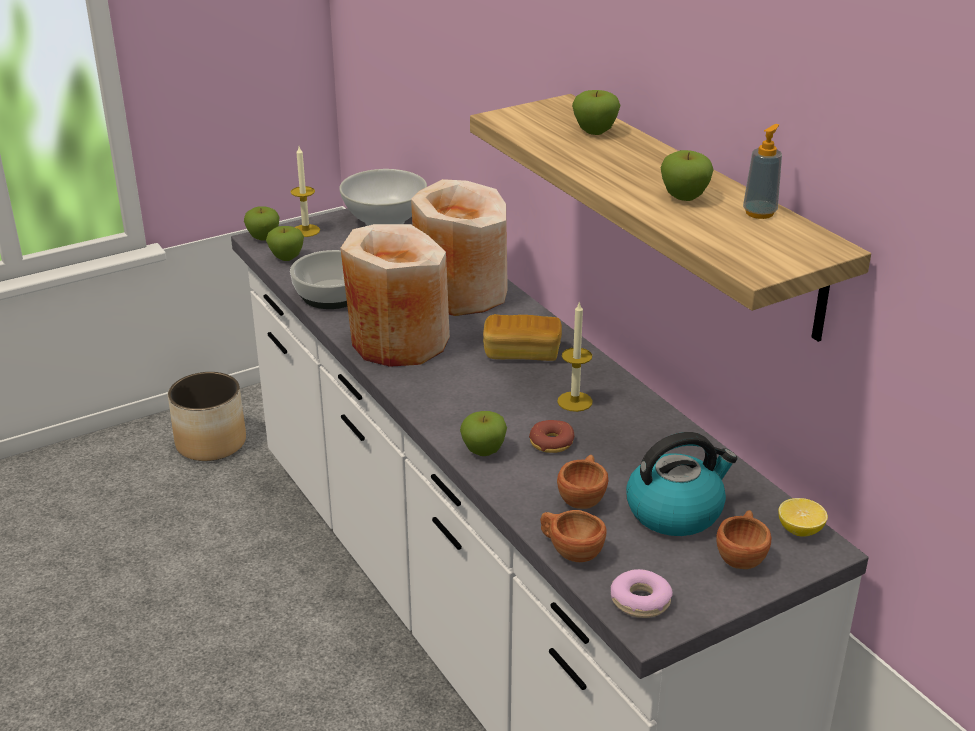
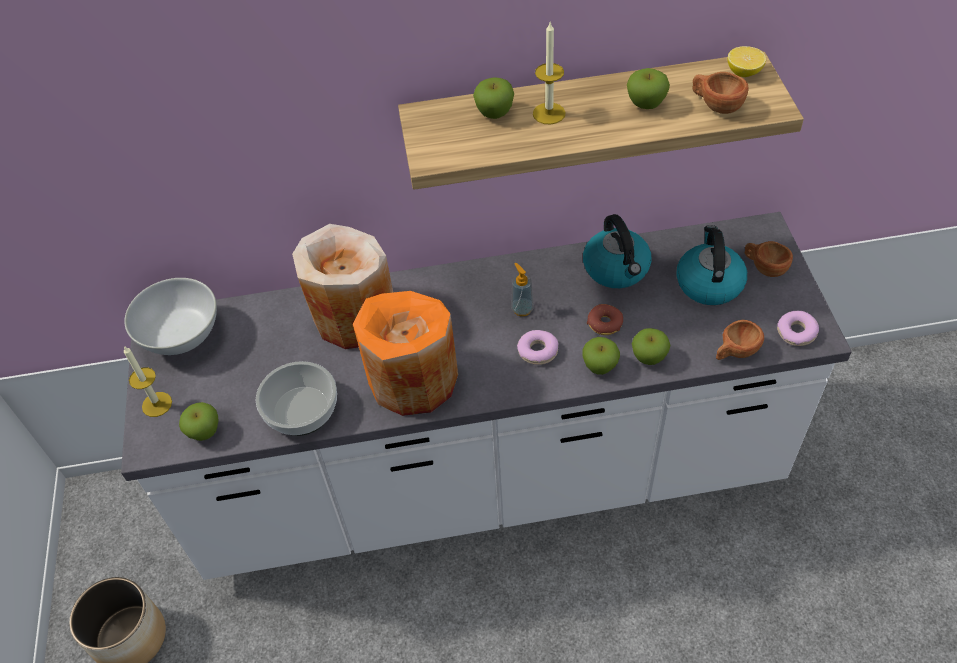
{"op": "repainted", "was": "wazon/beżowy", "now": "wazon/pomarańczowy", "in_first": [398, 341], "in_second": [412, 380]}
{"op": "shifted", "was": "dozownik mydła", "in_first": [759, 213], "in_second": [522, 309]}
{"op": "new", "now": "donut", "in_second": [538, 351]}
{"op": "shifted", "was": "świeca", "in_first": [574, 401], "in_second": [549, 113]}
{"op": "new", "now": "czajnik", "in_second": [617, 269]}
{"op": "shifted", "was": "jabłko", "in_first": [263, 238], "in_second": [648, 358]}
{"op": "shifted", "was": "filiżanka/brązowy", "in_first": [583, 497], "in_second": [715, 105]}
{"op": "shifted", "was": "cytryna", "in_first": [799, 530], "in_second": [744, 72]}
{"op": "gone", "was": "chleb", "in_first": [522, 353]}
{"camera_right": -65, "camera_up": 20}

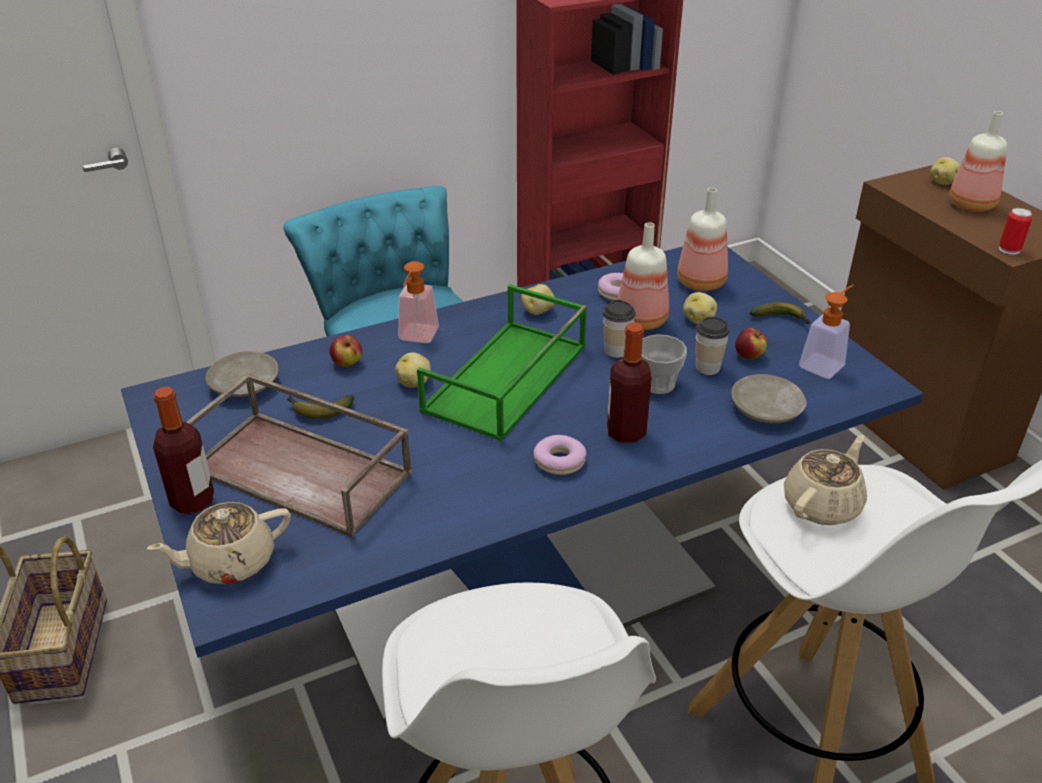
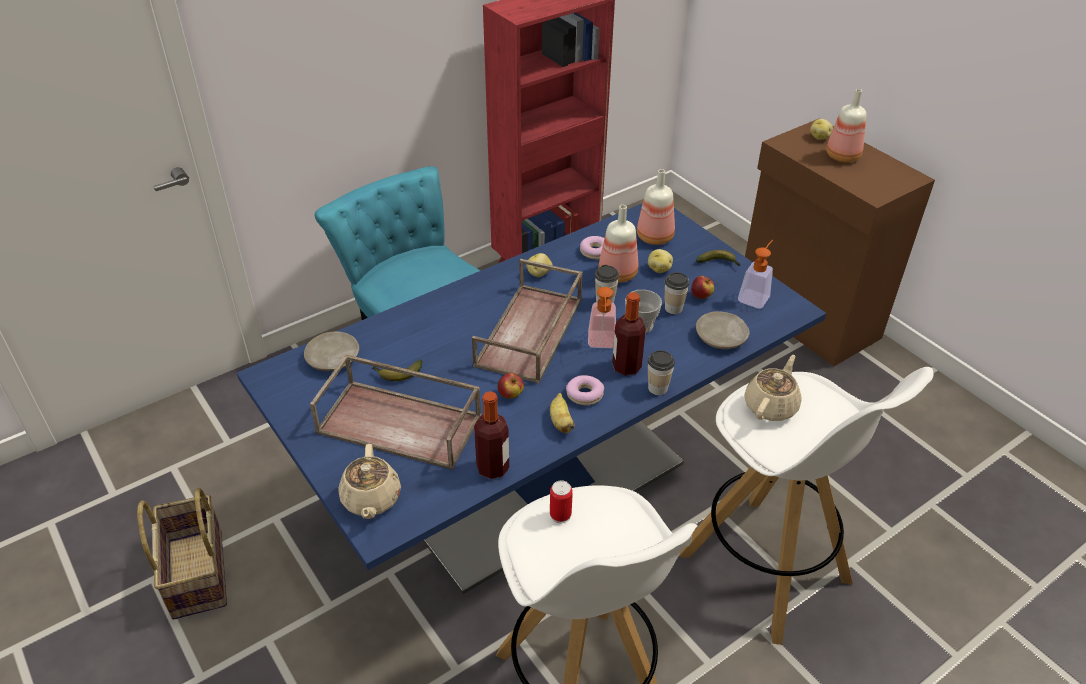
{"op": "rotated", "was": "imbryk/beżowy", "in_first": [230, 562], "in_second": [371, 499], "clockwise": -60}
{"op": "repainted", "was": "taca/zielony", "now": "taca/brązowy", "in_first": [506, 379], "in_second": [530, 333]}
{"op": "shifted", "was": "butelka", "in_first": [193, 501], "in_second": [493, 468]}
{"op": "shifted", "was": "jabłko", "in_first": [347, 364], "in_second": [510, 395]}
{"op": "new", "now": "banan", "in_second": [561, 422]}
{"op": "shifted", "was": "puszka", "in_first": [1009, 249], "in_second": [560, 515]}
{"op": "shifted", "was": "dozownik mydła", "in_first": [416, 338], "in_second": [602, 344]}
{"op": "new", "now": "filiżanka", "in_second": [657, 388]}
{"op": "gone", "was": "ziemniak", "in_first": [414, 382]}
{"camera_right": -10, "camera_up": 5}

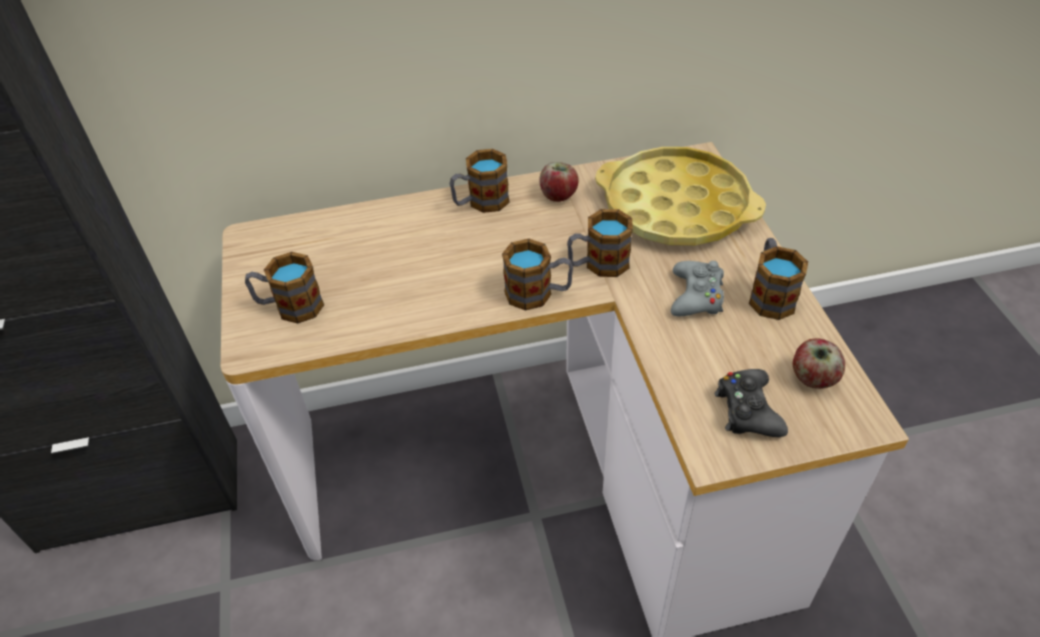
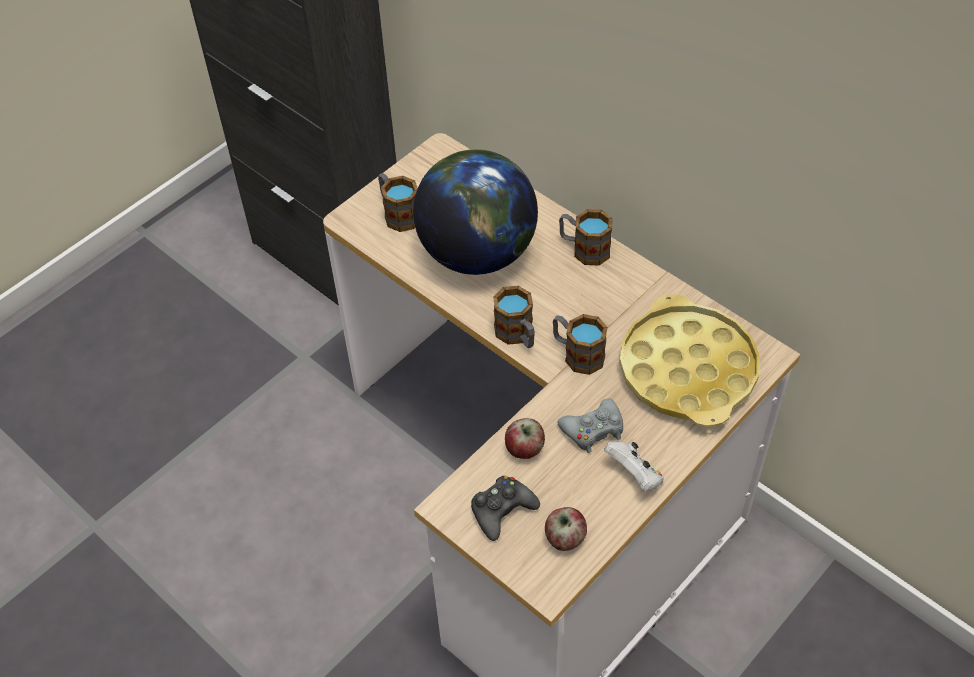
{"op": "new", "now": "globus", "in_second": [477, 252]}
{"op": "shifted", "was": "jabłko", "in_first": [558, 195], "in_second": [525, 449]}
{"op": "swapped", "was": "kubek", "now": "pad do gier/biały", "in_first": [769, 294], "in_second": [635, 475]}
{"camera_right": 55, "camera_up": 5}

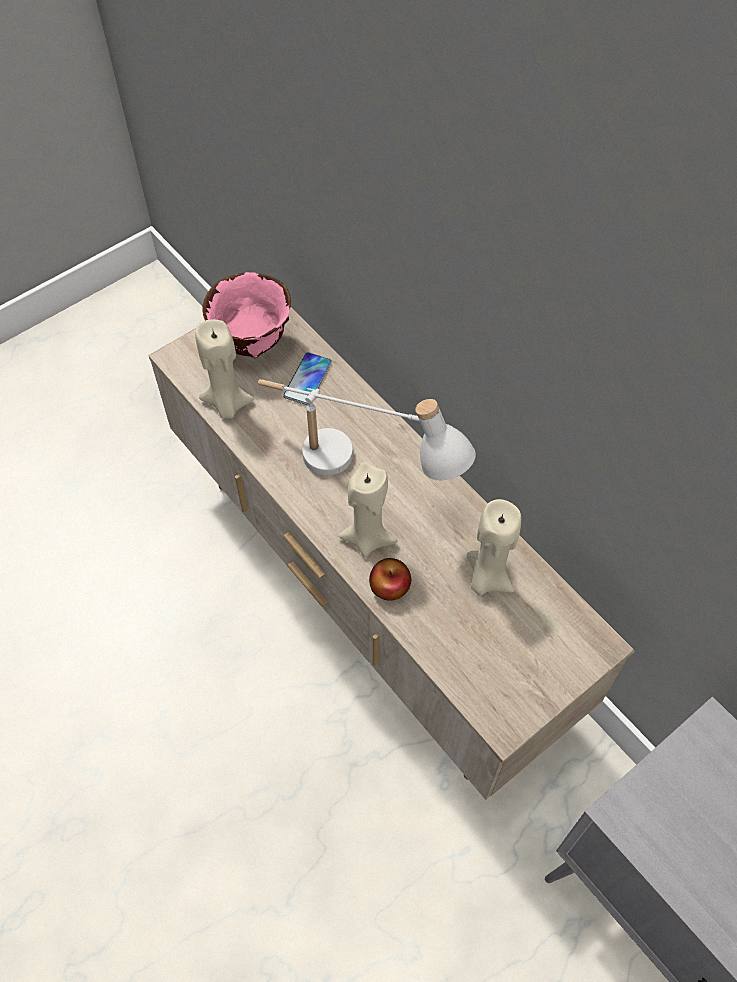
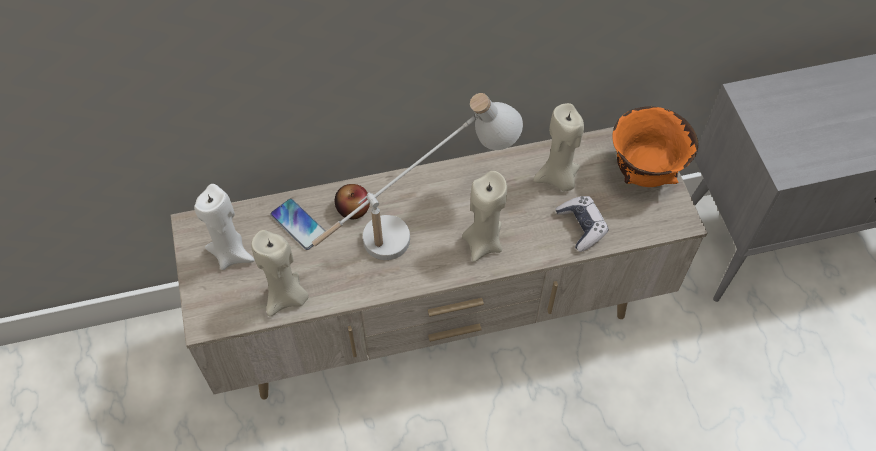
{"op": "swapped", "was": "miska/różowy", "now": "świeca/biały", "in_first": [252, 344], "in_second": [231, 253]}
{"op": "shifted", "was": "jabłko", "in_first": [390, 586], "in_second": [353, 208]}
{"op": "new", "now": "pad do gier", "in_second": [581, 226]}
{"op": "new", "now": "miska/pomarańczowy", "in_second": [644, 172]}
{"camera_right": -65, "camera_up": 0}

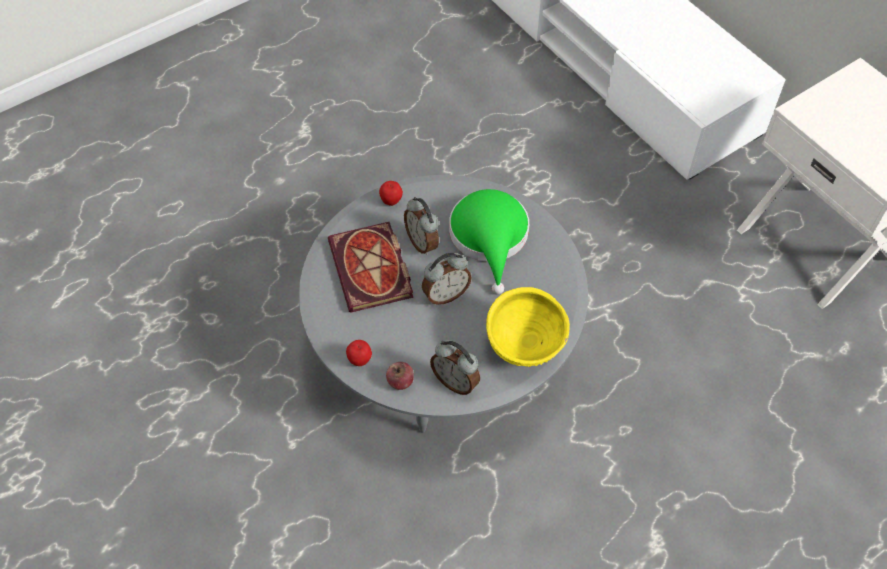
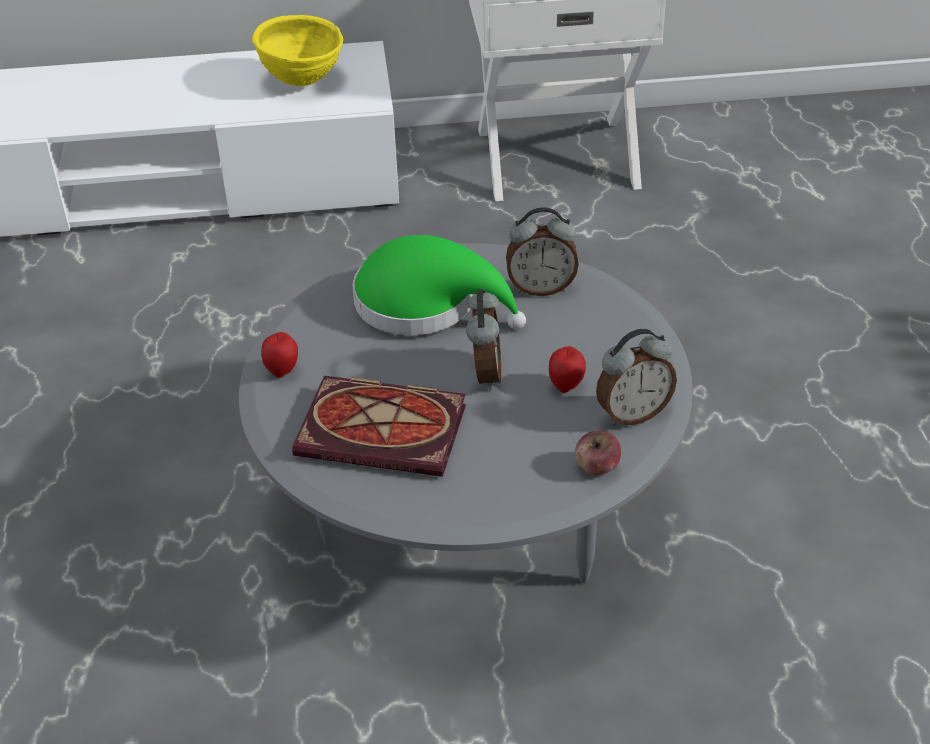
{"op": "shifted", "was": "miska/żółty", "in_first": [524, 348], "in_second": [302, 82]}
{"op": "shifted", "was": "budzik", "in_first": [423, 242], "in_second": [541, 288]}
{"op": "shifted", "was": "jabłko", "in_first": [360, 361], "in_second": [566, 386]}
{"camera_right": -60, "camera_up": -15}

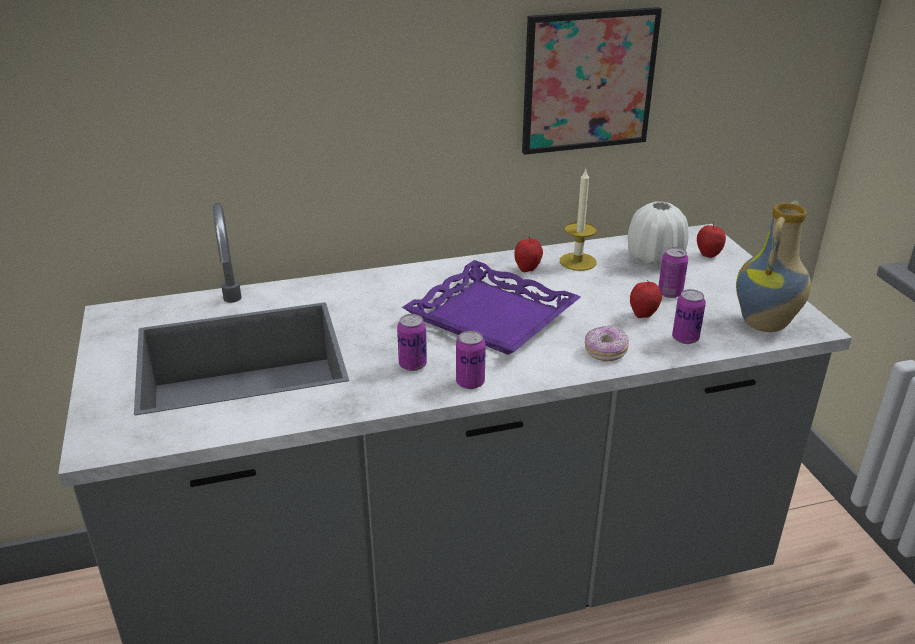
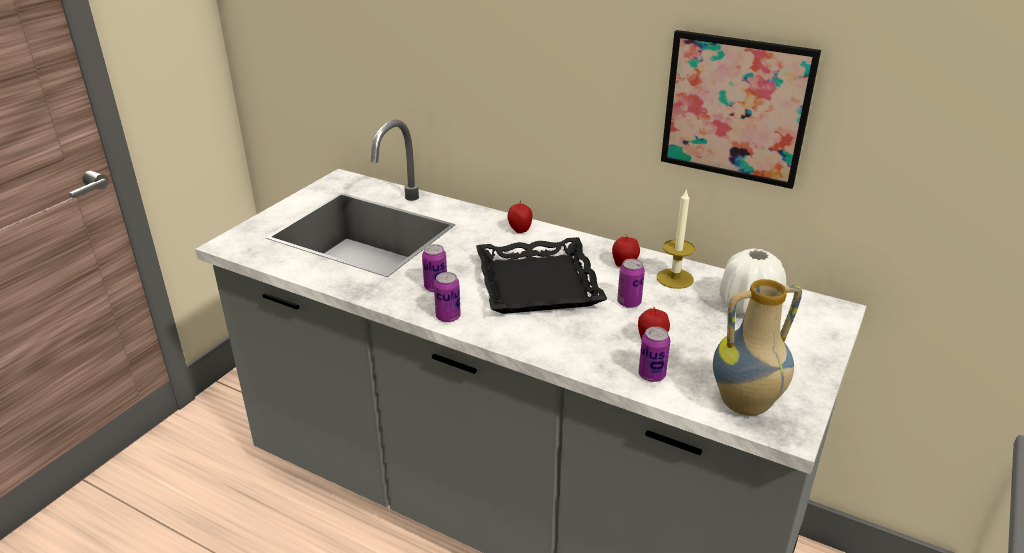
{"op": "repainted", "was": "taca/fioletowy", "now": "taca/czarny", "in_first": [492, 316], "in_second": [539, 284]}
{"op": "shifted", "was": "jabłko", "in_first": [708, 255], "in_second": [519, 231]}
{"op": "shifted", "was": "puszka", "in_first": [670, 293], "in_second": [629, 302]}
{"op": "gone", "was": "donut", "in_first": [605, 352]}
{"camera_right": 45, "camera_up": 0}

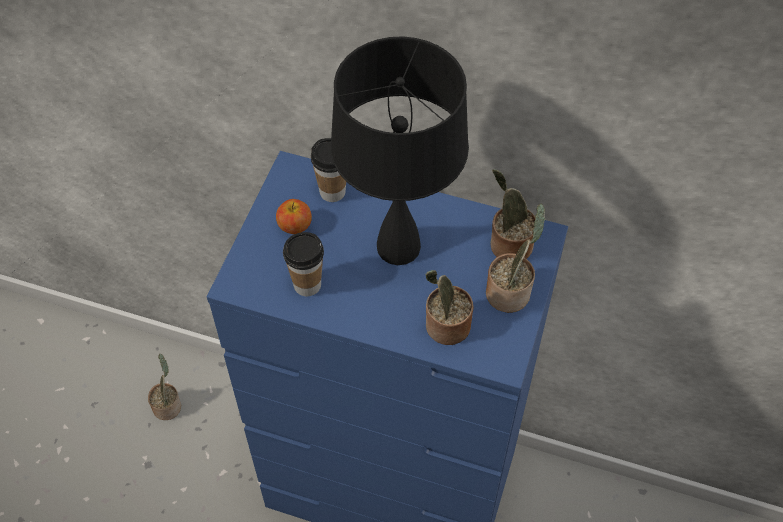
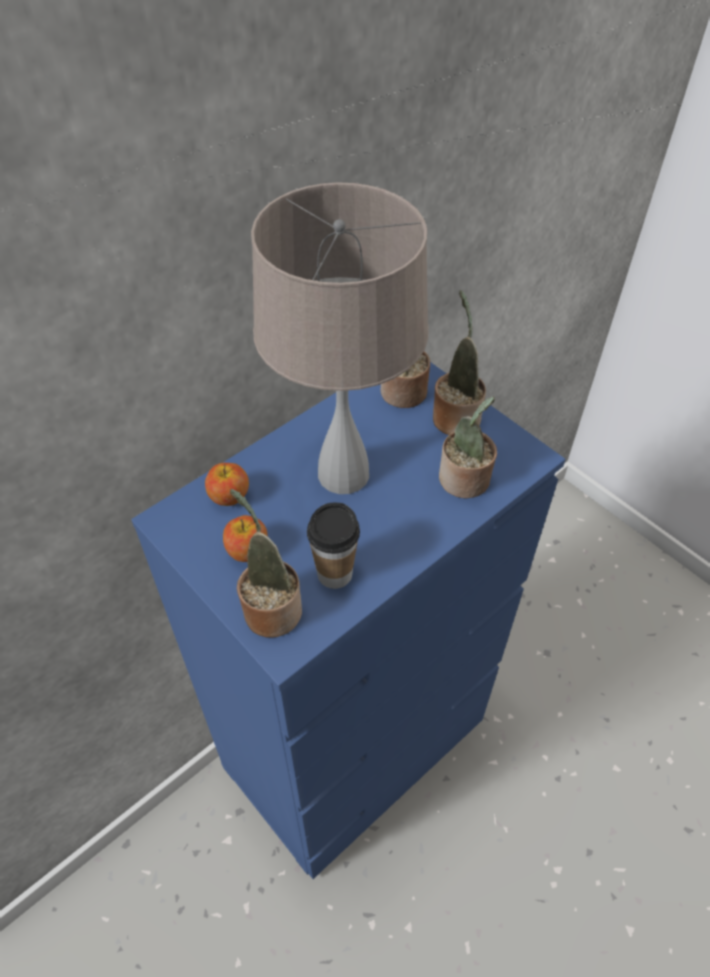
{"op": "swapped", "was": "filiżanka", "now": "jabłko", "in_first": [332, 192], "in_second": [229, 496]}
{"op": "shifted", "was": "roślina doniczkowa", "in_first": [168, 405], "in_second": [270, 608]}
{"op": "repainted", "was": "lampa stołowa/czarny", "now": "lampa stołowa/beżowy", "in_first": [398, 248], "in_second": [344, 474]}
{"camera_right": -60, "camera_up": -5}

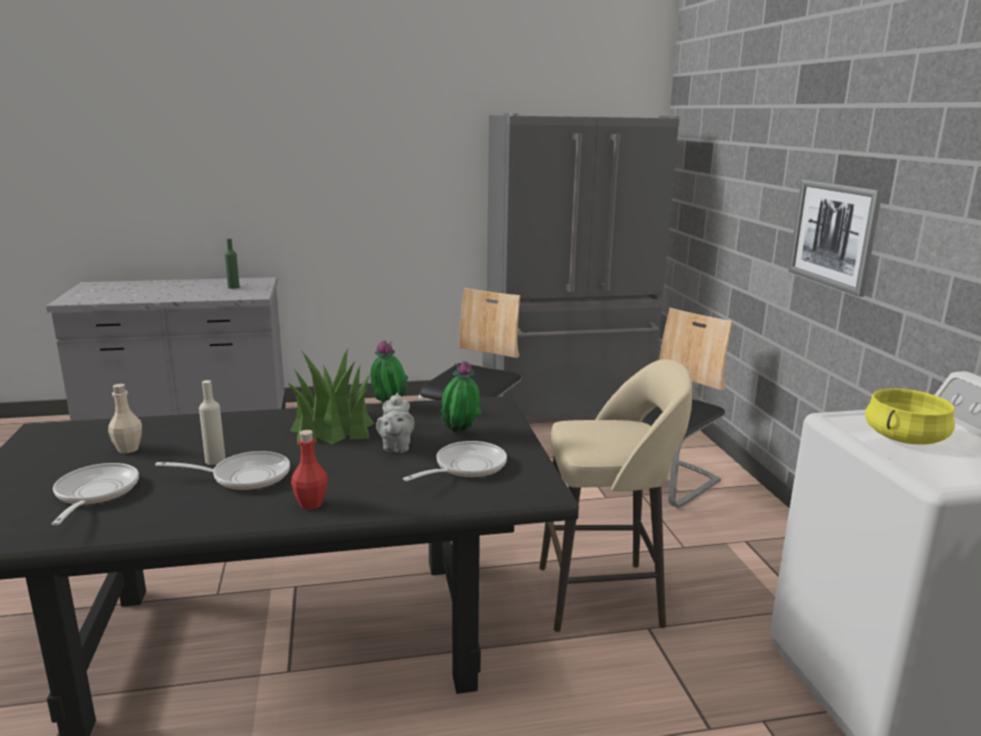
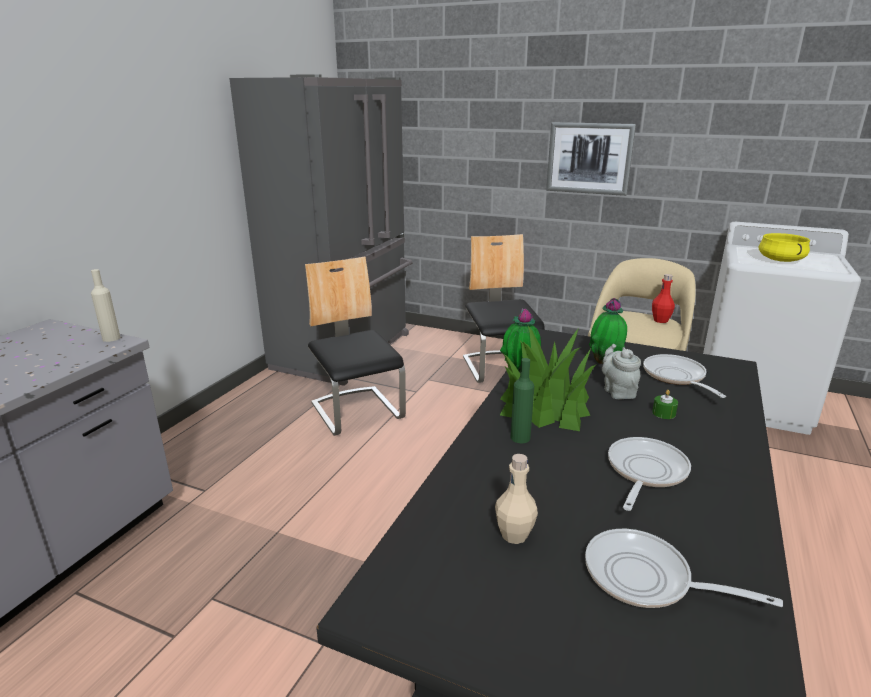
{"op": "shifted", "was": "butelka/beżowy", "in_first": [215, 460], "in_second": [111, 338]}
{"op": "shifted", "was": "butelka/zielony", "in_first": [233, 287], "in_second": [520, 438]}
{"op": "rotated", "was": "imbryk/szary", "in_first": [396, 447], "in_second": [618, 391], "clockwise": -135}
{"op": "shifted", "was": "butelka/czerwony", "in_first": [311, 504], "in_second": [660, 320]}
{"op": "new", "now": "świeca/zielony", "in_second": [663, 413]}
{"camera_right": -55, "camera_up": 5}

